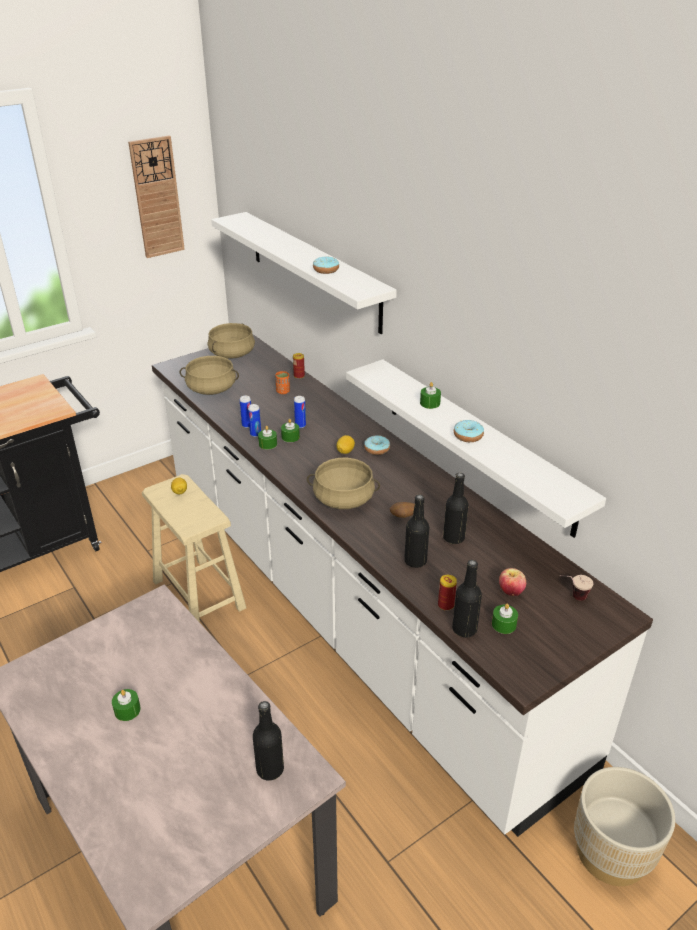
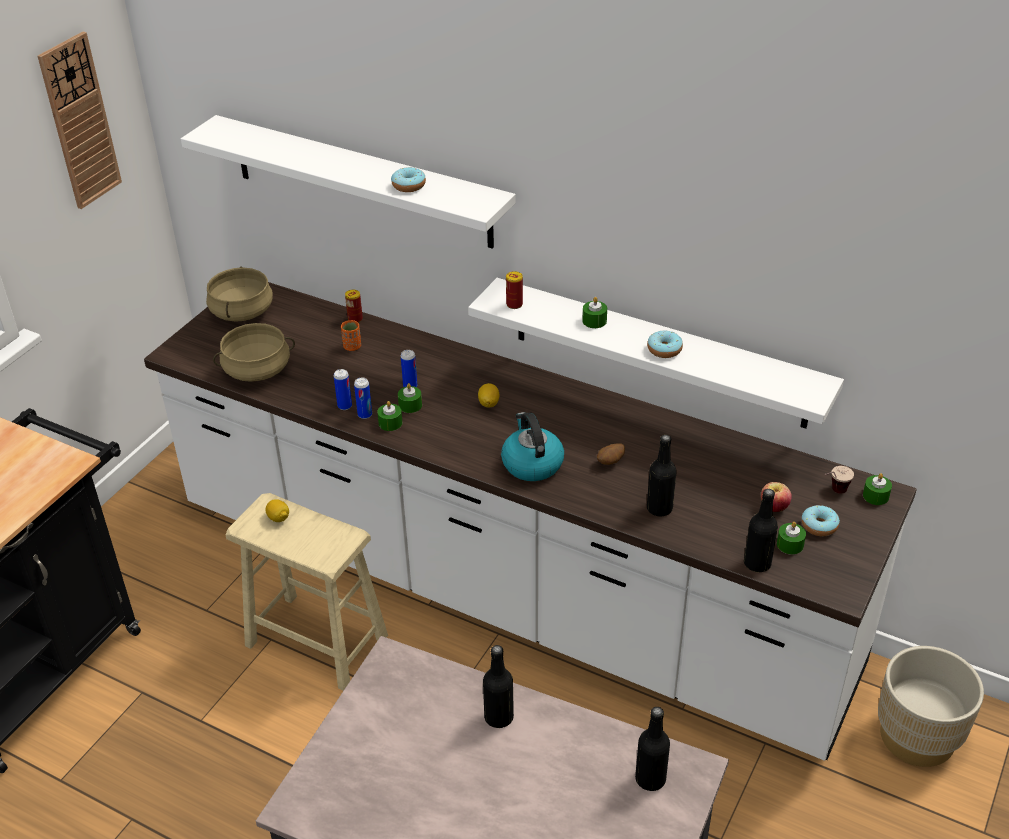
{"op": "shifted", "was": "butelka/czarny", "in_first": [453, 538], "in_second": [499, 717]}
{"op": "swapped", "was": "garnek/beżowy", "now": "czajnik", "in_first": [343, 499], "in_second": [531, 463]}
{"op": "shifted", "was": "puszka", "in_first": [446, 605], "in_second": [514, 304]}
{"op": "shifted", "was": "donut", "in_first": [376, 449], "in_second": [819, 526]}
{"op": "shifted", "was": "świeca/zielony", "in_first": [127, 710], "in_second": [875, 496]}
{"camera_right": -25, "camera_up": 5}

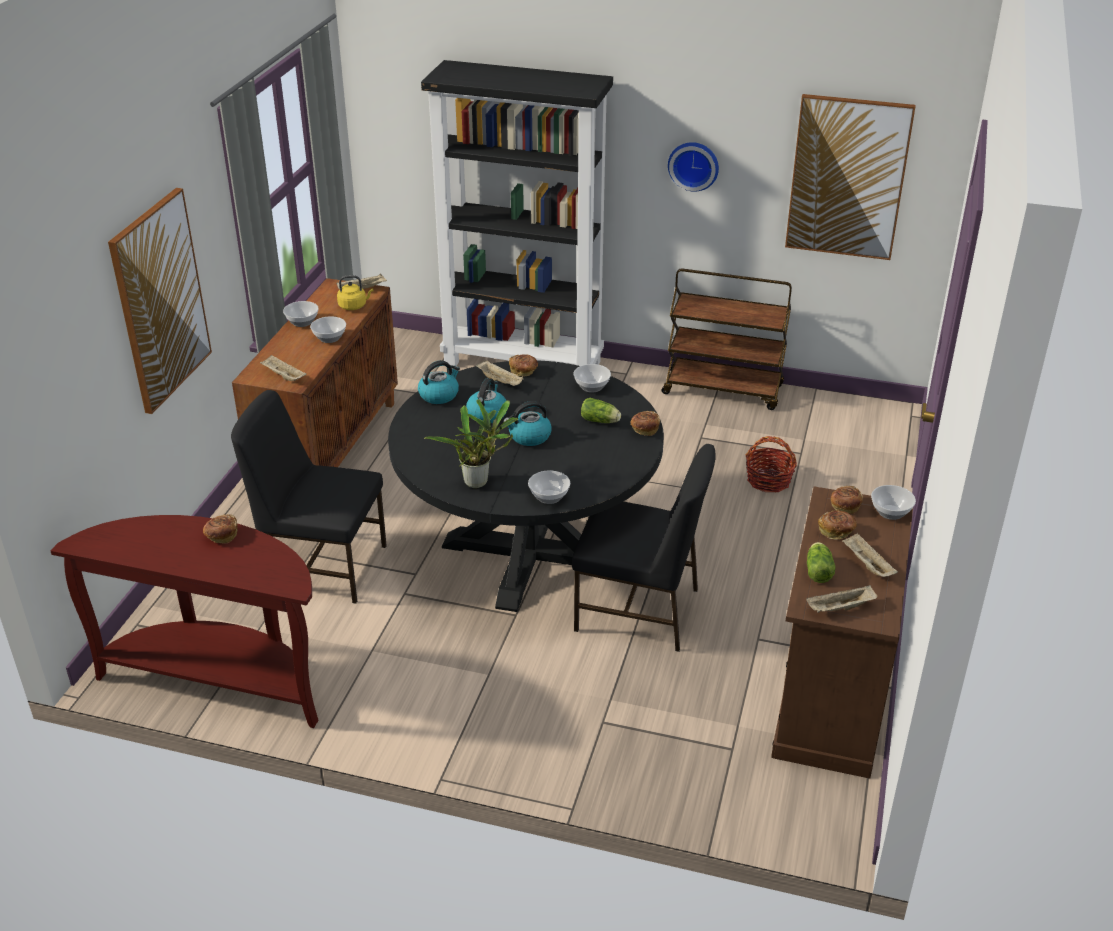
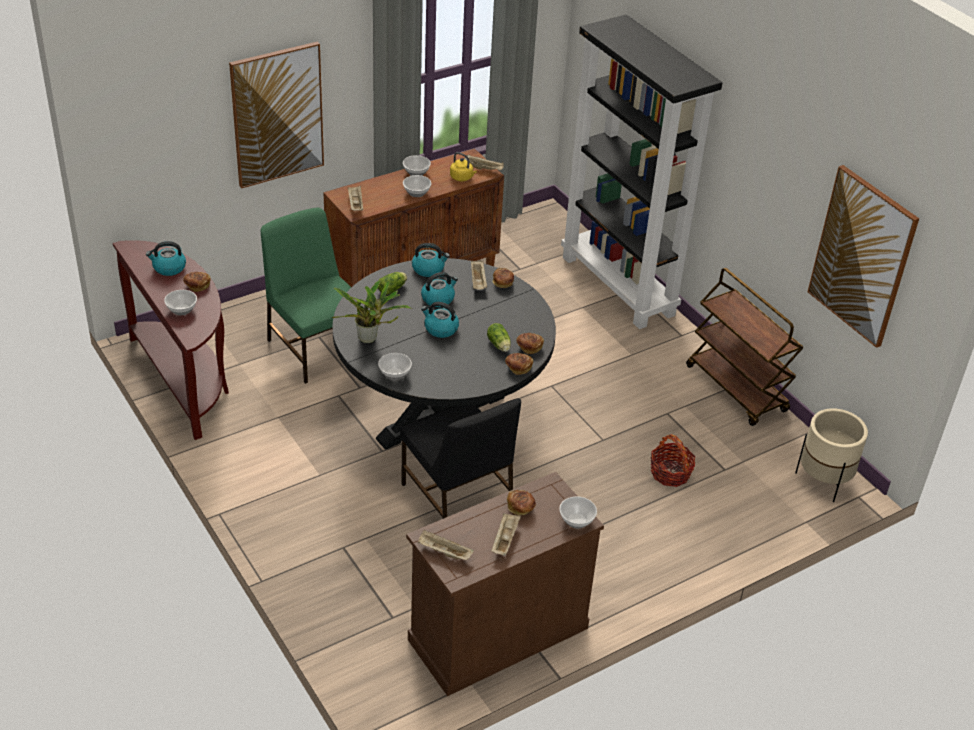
{"op": "new", "now": "czajnik", "in_second": [169, 268]}
{"op": "shifted", "was": "miska", "in_first": [591, 386], "in_second": [182, 309]}
{"op": "repainted", "was": "krzesło/czarny", "now": "krzesło/zielony", "in_first": [321, 565], "in_second": [316, 348]}
{"op": "shifted", "was": "sałata", "in_first": [818, 570], "in_second": [393, 288]}
{"op": "shifted", "was": "chleb", "in_first": [844, 507], "in_second": [529, 347]}
{"op": "new", "now": "donica/beżowy", "in_second": [823, 481]}
{"op": "gone", "was": "zegar ścienny", "in_first": [694, 165]}
{"camera_right": 40, "camera_up": 5}

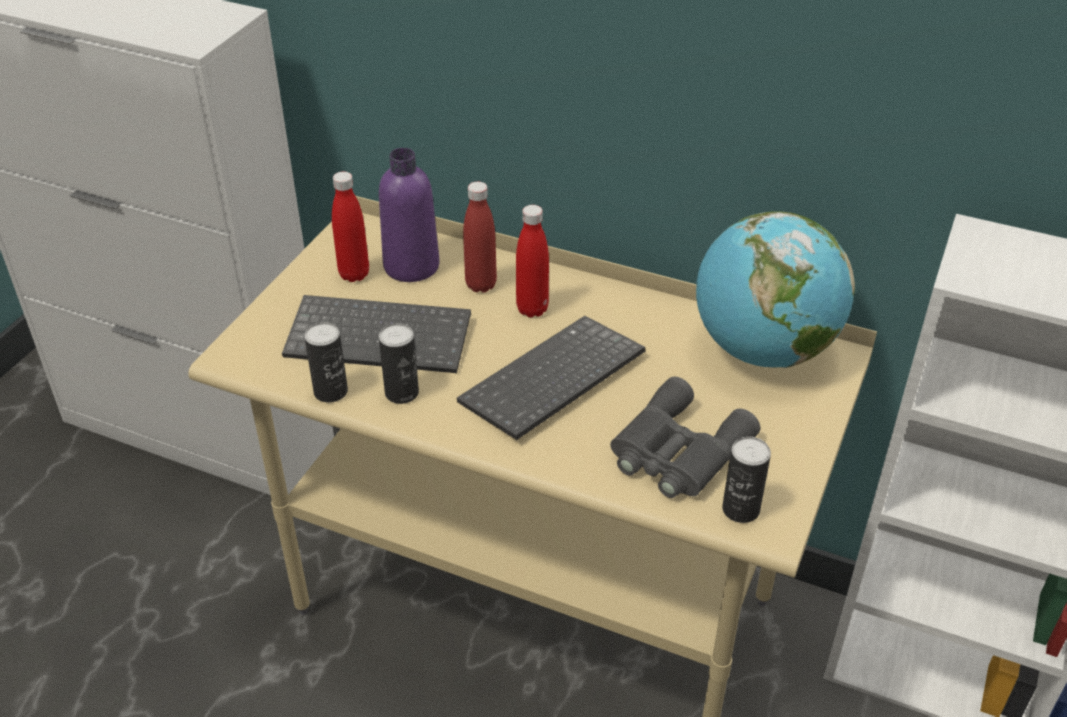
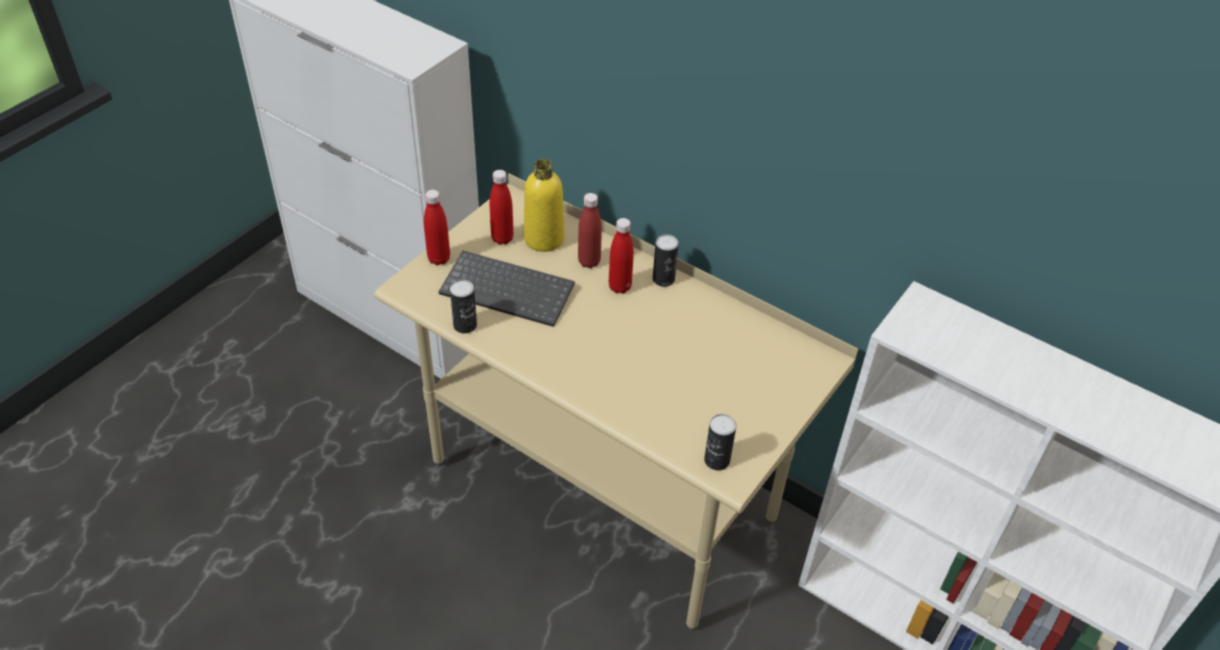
{"op": "new", "now": "butelka/czerwony", "in_second": [439, 259]}
{"op": "repainted", "was": "butelka/fioletowy", "now": "butelka/żółty", "in_first": [411, 266], "in_second": [544, 239]}
{"op": "shifted", "was": "puszka", "in_first": [401, 393], "in_second": [663, 279]}
{"op": "gone", "was": "klawiatura", "in_first": [553, 382]}
{"op": "gone", "was": "lornetka/szary", "in_first": [676, 452]}
{"op": "gone", "was": "globus", "in_first": [763, 350]}
{"camera_right": 10, "camera_up": 5}

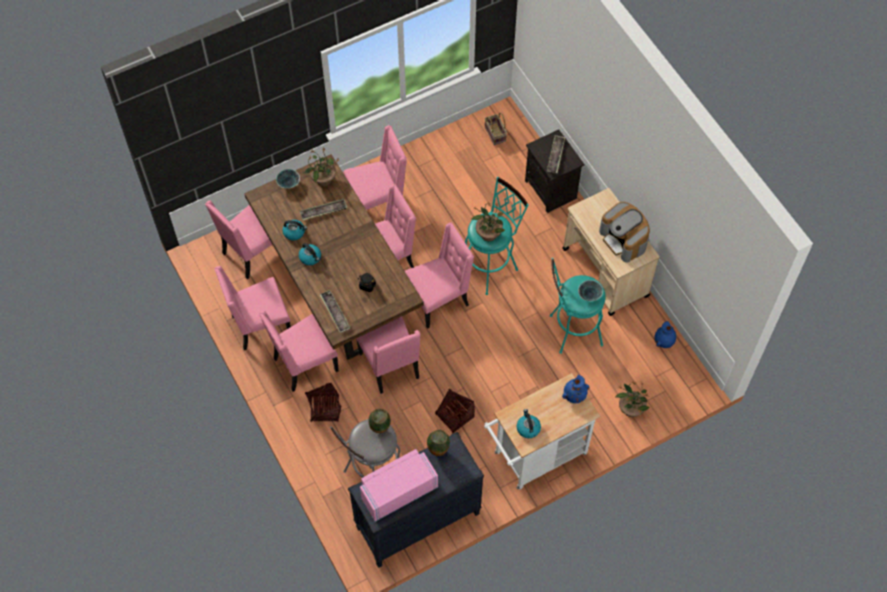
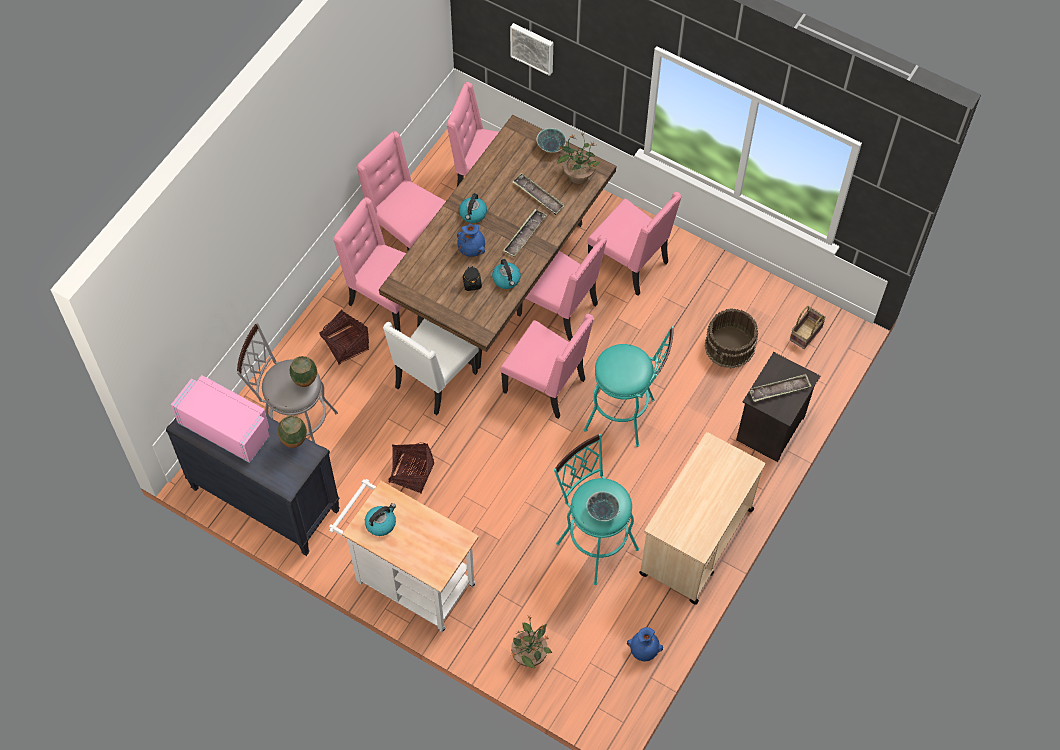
{"op": "repainted", "was": "krzesło/różowy", "now": "krzesło/biały", "in_first": [391, 366], "in_second": [434, 381]}
{"op": "shifted", "was": "wazon/niebieski", "in_first": [574, 395], "in_second": [471, 249]}
{"op": "shifted", "was": "czajnik", "in_first": [294, 232], "in_second": [506, 279]}
{"op": "shifted", "was": "taca", "in_first": [335, 313], "in_second": [525, 235]}
{"op": "new", "now": "obraz", "in_second": [533, 47]}
{"op": "new", "now": "wiadro/brązowy", "in_second": [730, 346]}
{"op": "gone", "was": "roślina doniczkowa", "in_first": [488, 234]}
{"op": "gone", "was": "ekspres do kawy", "in_first": [624, 239]}
{"camera_right": 60, "camera_up": 0}

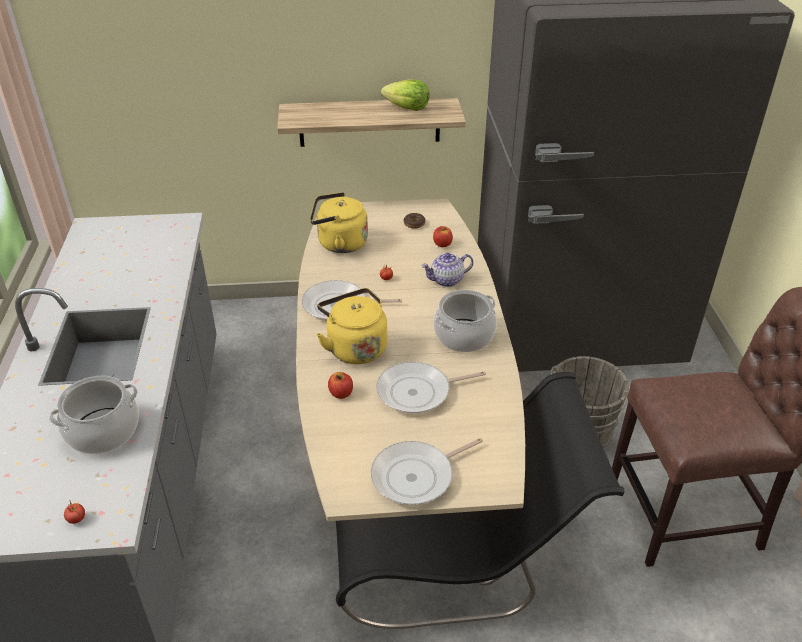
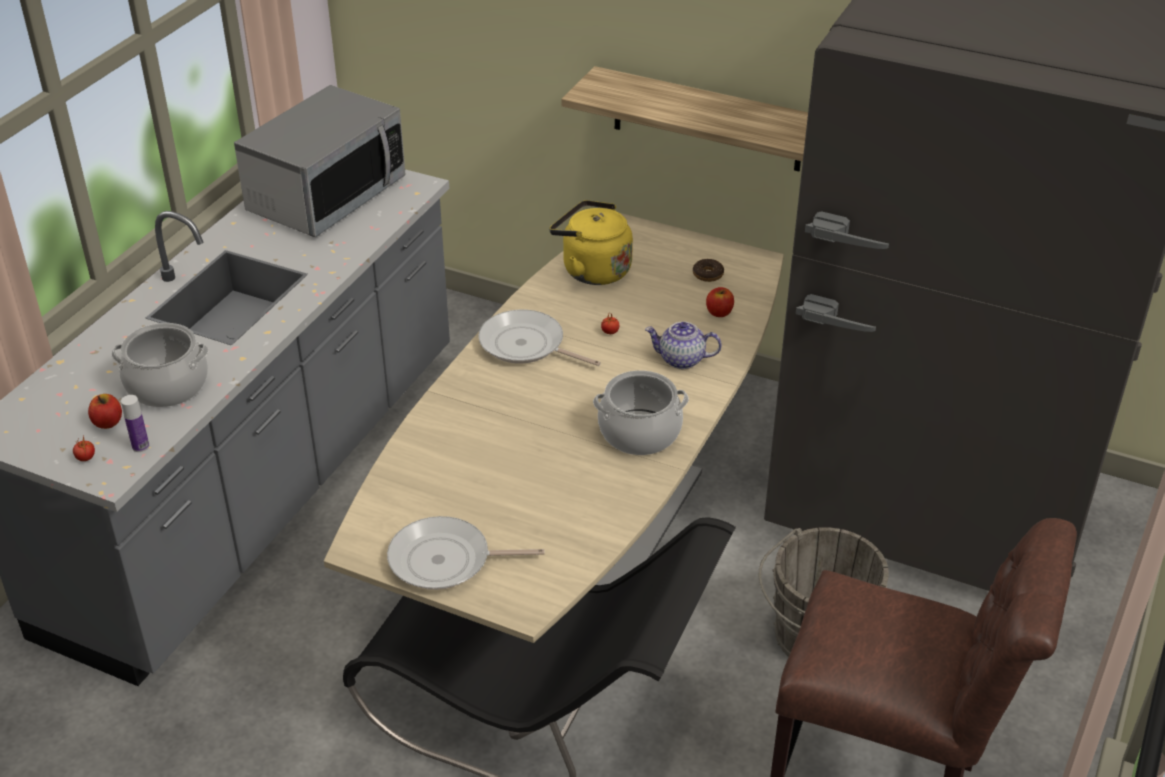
{"op": "shifted", "was": "jabłko", "in_first": [341, 393], "in_second": [108, 422]}
{"op": "new", "now": "butelka", "in_second": [140, 446]}
{"op": "new", "now": "mikrofalówka", "in_second": [326, 196]}
{"op": "gone", "was": "czajnik/żółty", "in_first": [355, 347]}
{"op": "gone", "was": "patelnia", "in_first": [418, 392]}
{"op": "gone", "was": "sałata", "in_first": [407, 108]}
{"camera_right": 30, "camera_up": 0}

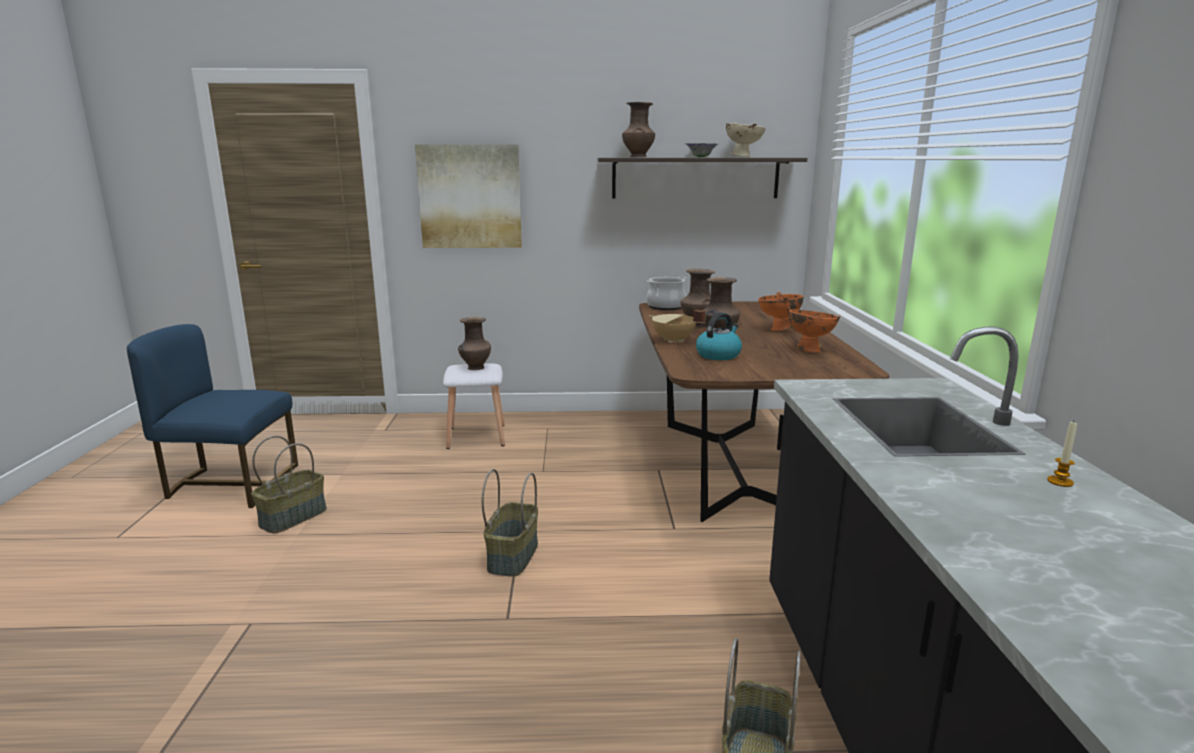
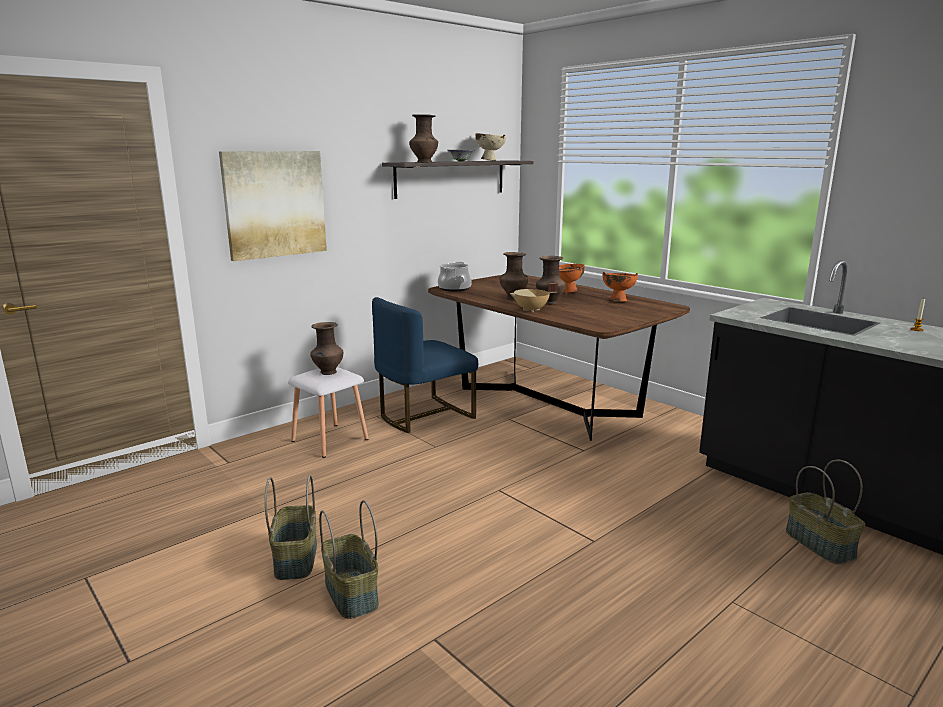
{"op": "shifted", "was": "koszyk", "in_first": [512, 556], "in_second": [350, 593]}
{"op": "shifted", "was": "krzesło/niebieski", "in_first": [230, 484], "in_second": [424, 415]}
{"op": "gone", "was": "czajnik", "in_first": [718, 355]}
{"camera_right": -40, "camera_up": 0}

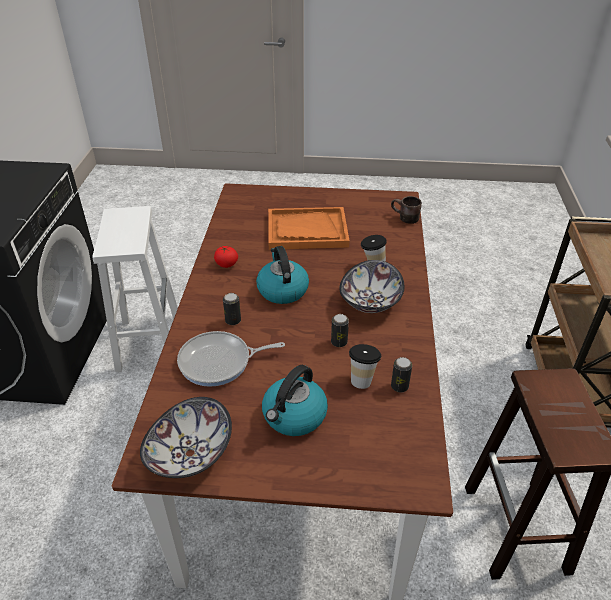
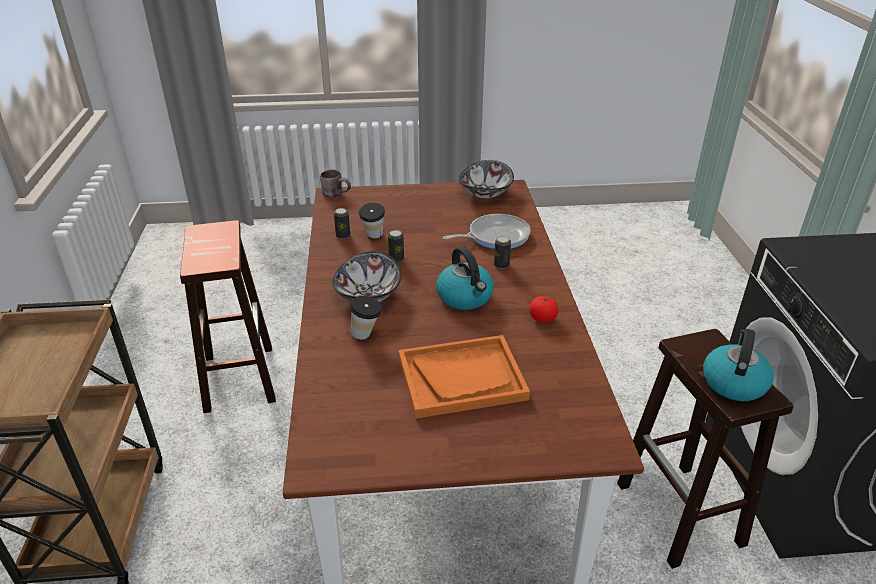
{"op": "shifted", "was": "kubek/brązowy", "in_first": [404, 219], "in_second": [337, 193]}
{"op": "repainted", "was": "stołek/biały", "now": "stołek/brązowy", "in_first": [149, 341], "in_second": [681, 515]}
{"op": "shifted", "was": "czajnik", "in_first": [294, 416], "in_second": [733, 382]}
{"camera_right": 170, "camera_up": -5}

